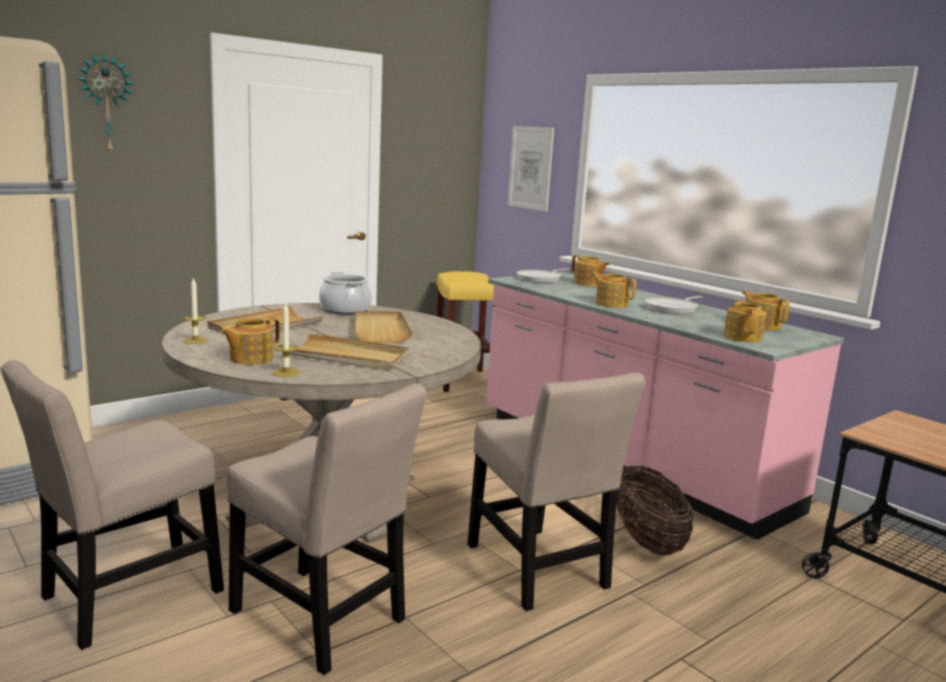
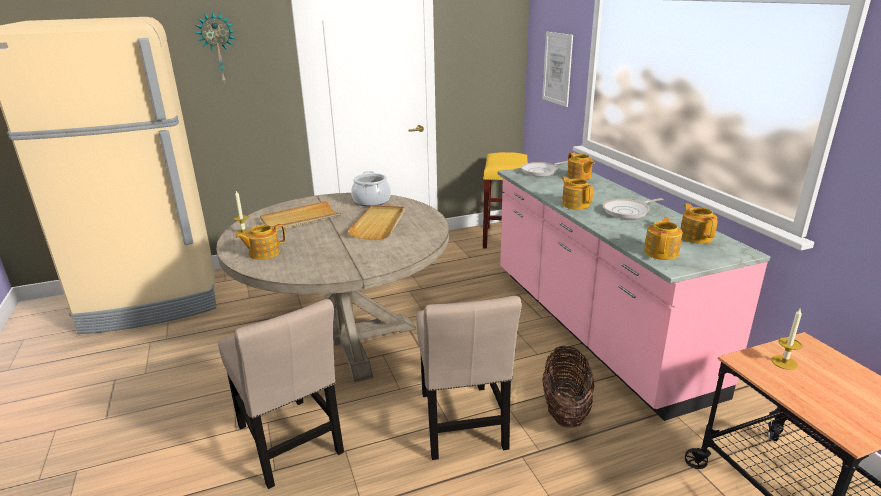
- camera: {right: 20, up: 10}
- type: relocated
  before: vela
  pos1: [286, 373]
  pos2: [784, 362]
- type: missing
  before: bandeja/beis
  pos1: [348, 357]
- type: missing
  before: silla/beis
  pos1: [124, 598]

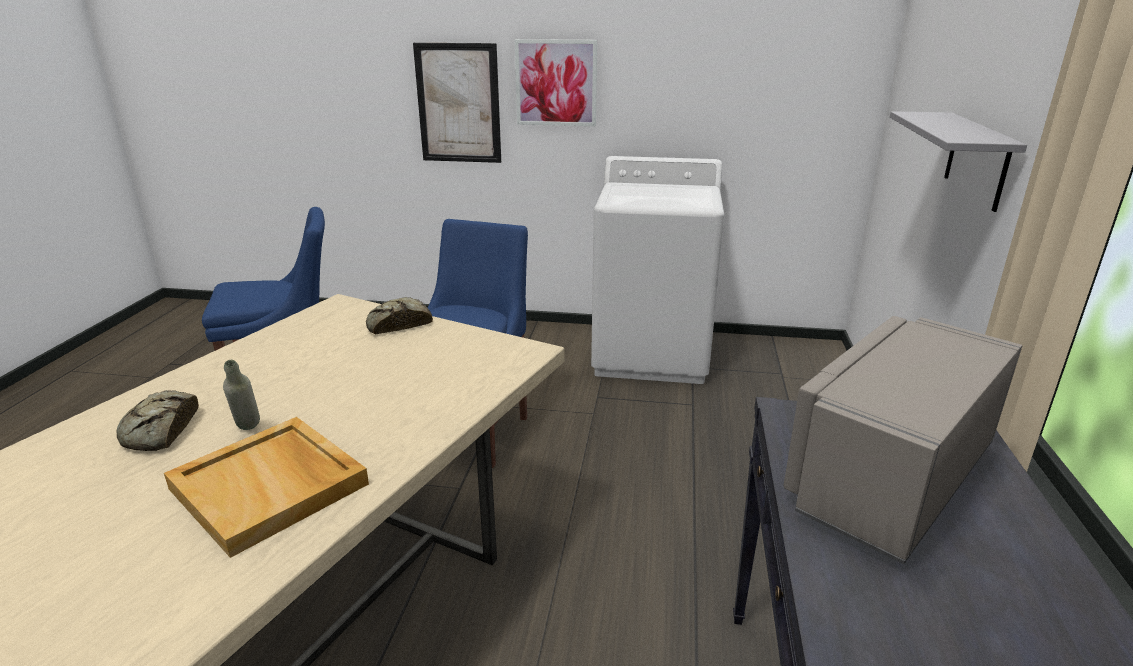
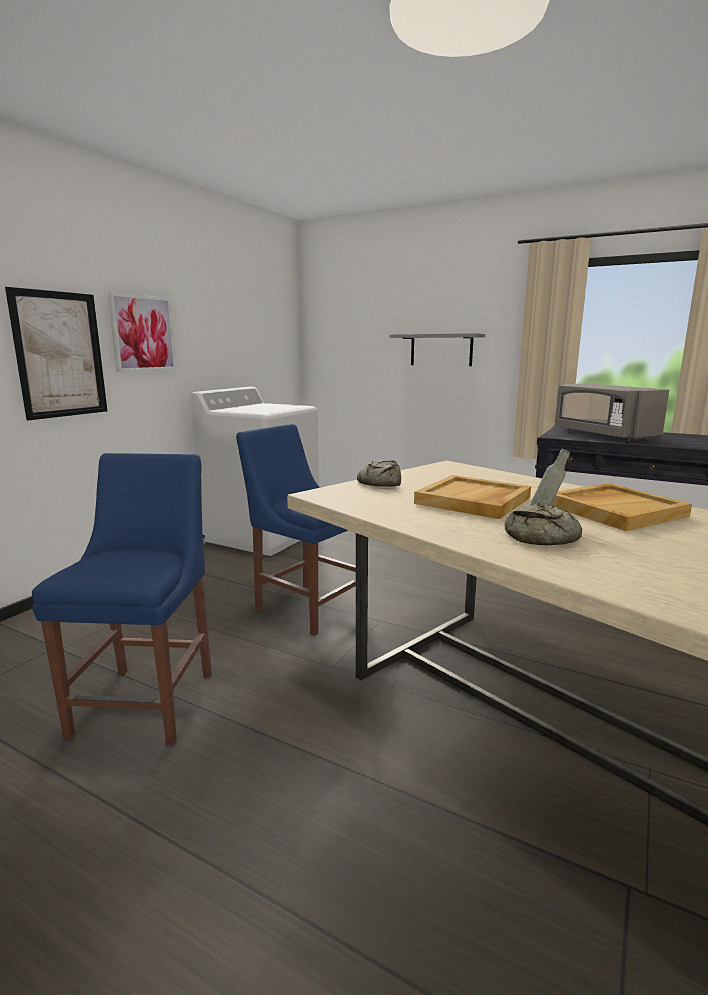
- camera: {right: -70, up: -10}
- type: appeared
  after: bandeja/beis
  pos2: [473, 501]

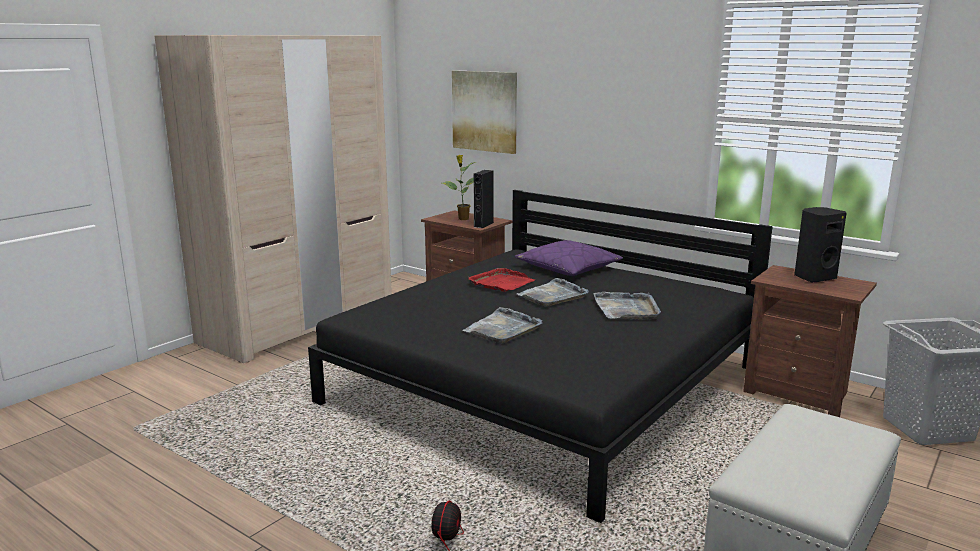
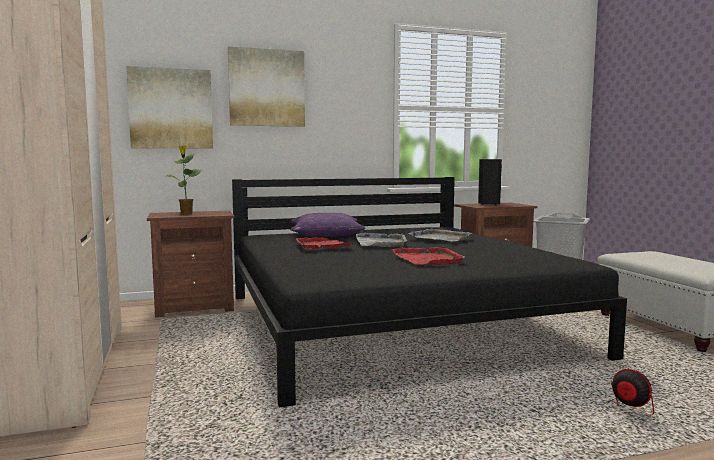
- camera: {right: -55, up: -10}
- type: missing
  before: altavoz/negro
  pos1: [483, 225]
- type: colour
  before: bandeja/gris
  after: bandeja/rojo
  pos1: [503, 329]
  pos2: [428, 259]
- type: appeared
  after: cuadro
  pos2: [266, 88]

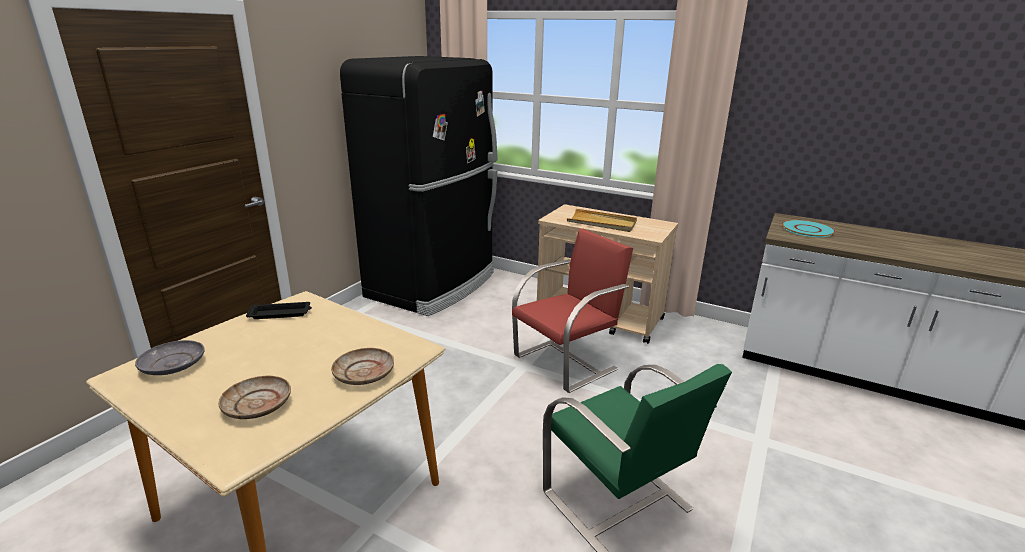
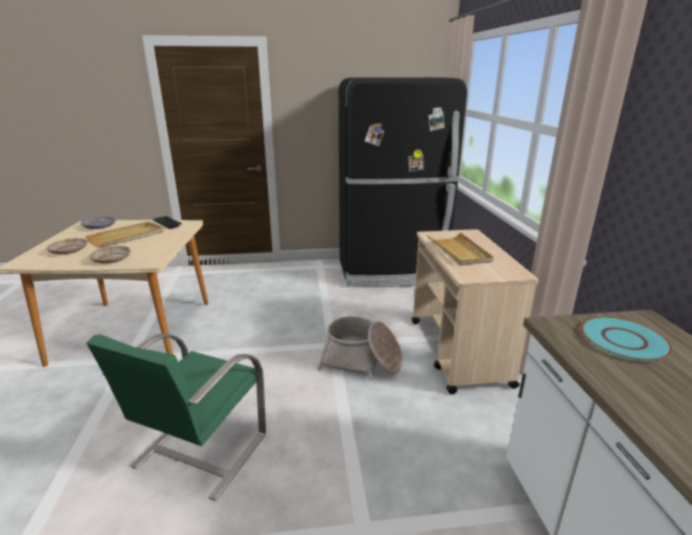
- camera: {right: 55, up: 0}
- type: exchanged
  before: silla/rojo
  after: cesta
  pos1: [567, 362]
  pos2: [361, 361]
- type: appeared
  after: bandeja/beis
  pos2: [127, 237]

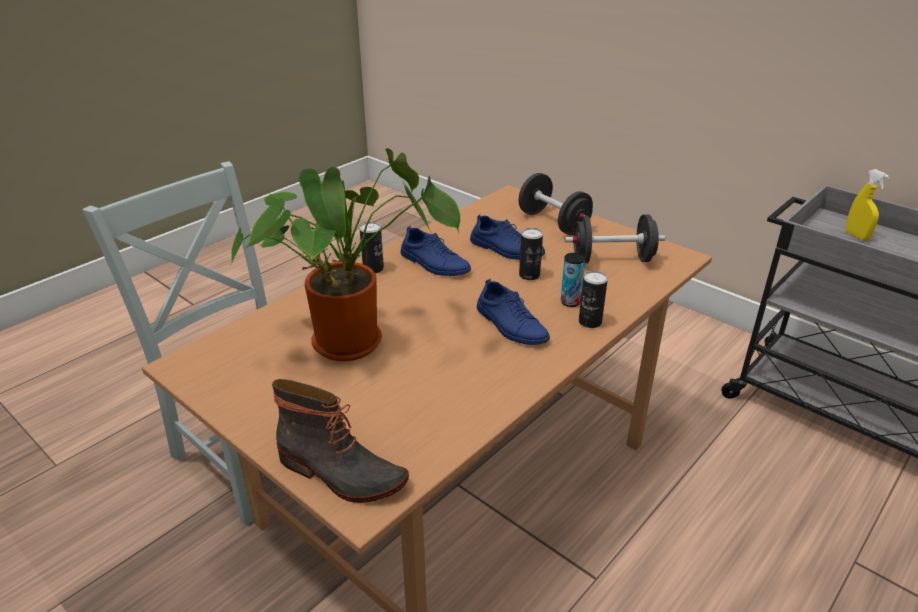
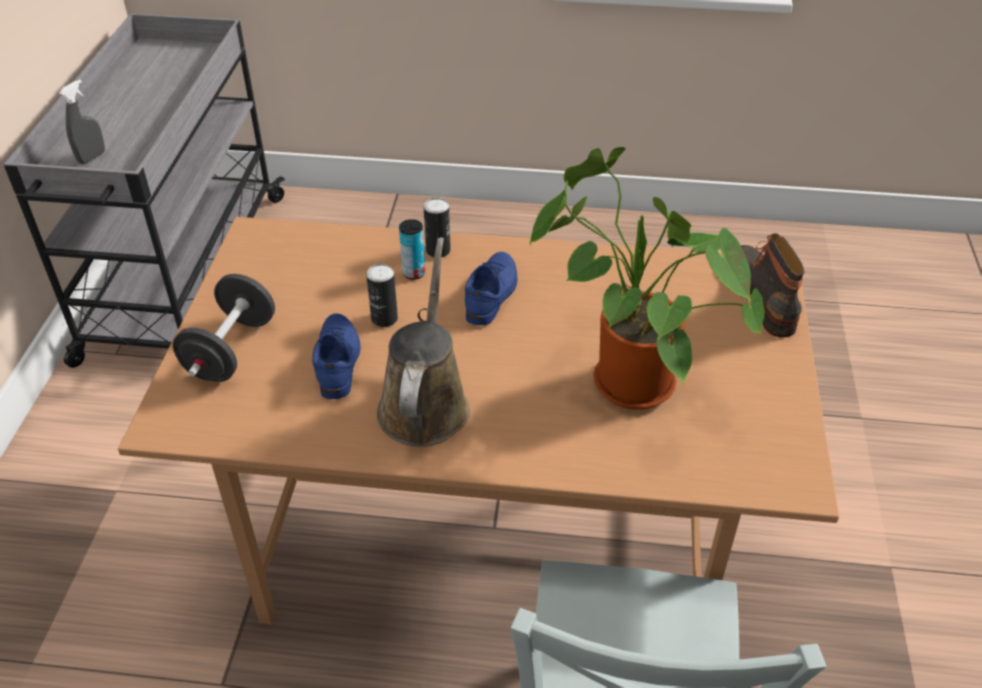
- camera: {right: -125, up: 10}
- type: colour
  before: pulverizador/amarillo
  after: pulverizador/gris
  pos1: [856, 236]
  pos2: [92, 157]
- type: missing
  before: mancuerna/negro
  pos1: [612, 259]
- type: missing
  before: lata
  pos1: [373, 269]
- type: exchanged
  before: zapato/azul
  after: regadera/marrón
  pos1: [434, 264]
  pos2: [425, 403]

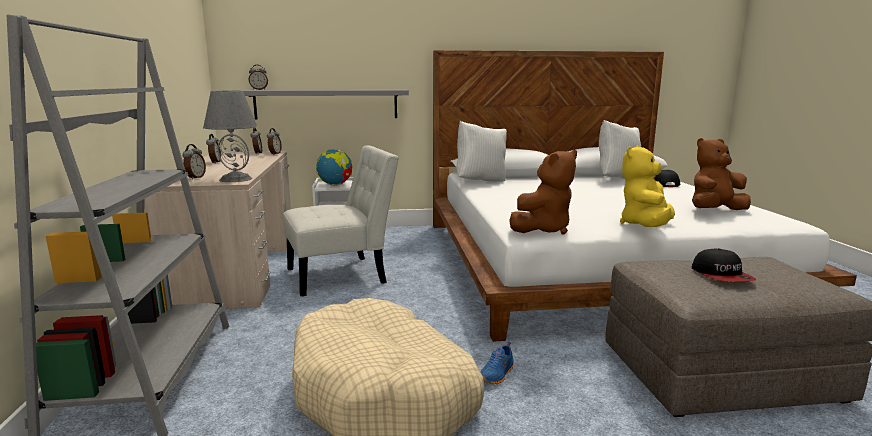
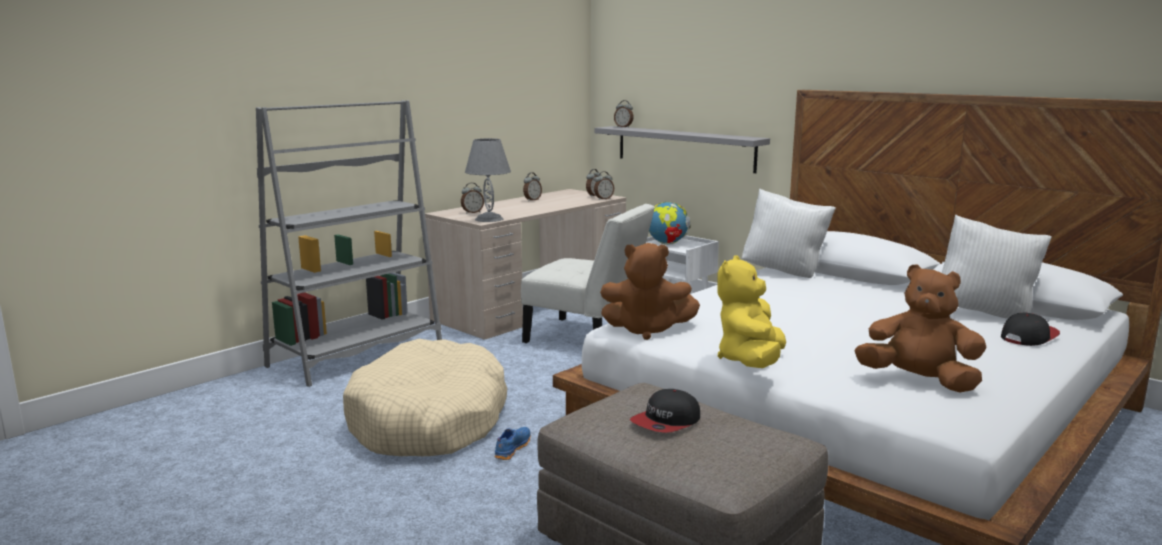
- camera: {right: 50, up: 0}
- type: spun
  before: peluche/amarillo
  pos1: [646, 226]
  pos2: [750, 361]
  turn: -60
- type: spun
  before: zapato/azul
  pos1: [497, 375]
  pos2: [511, 449]
  turn: 120

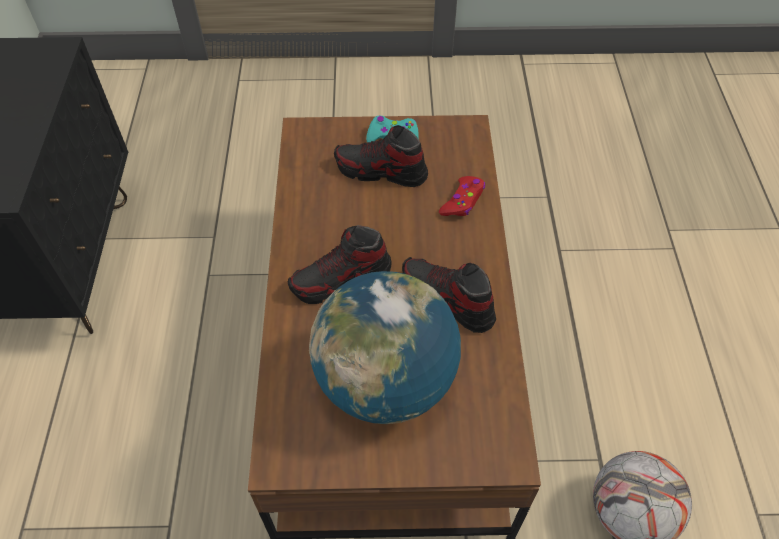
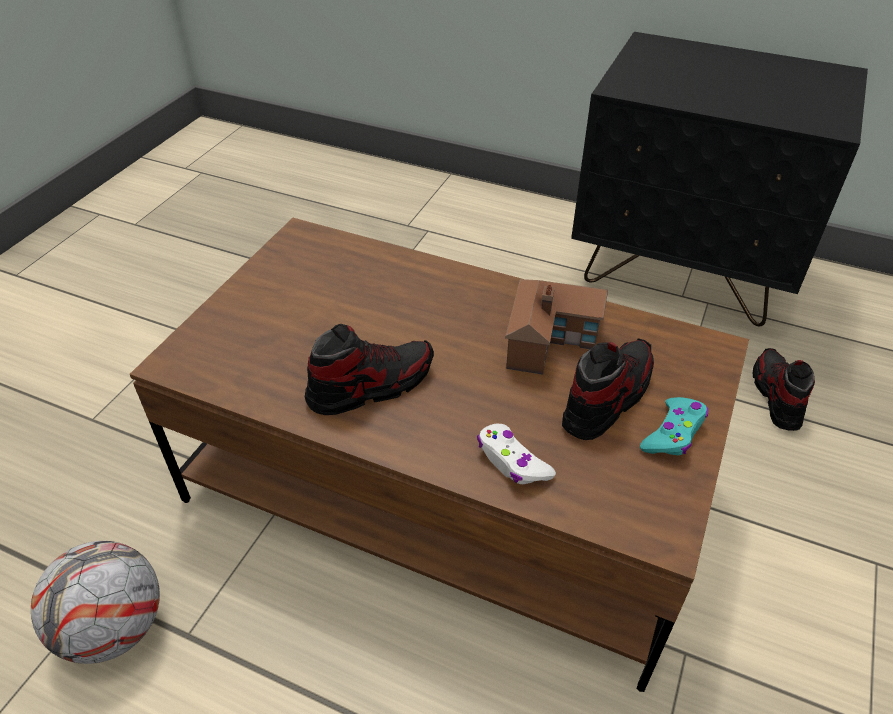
- camera: {right: 115, up: -10}
- type: colour
  before: mando de consola/rojo
  after: mando de consola/blanco
  pos1: [462, 201]
  pos2: [512, 461]
- type: relocated
  before: zapato
  pos1: [341, 279]
  pos2: [776, 396]
- type: missing
  before: globo terráqueo
  pos1: [385, 382]
- type: appeared
  after: casita
  pos2: [553, 336]

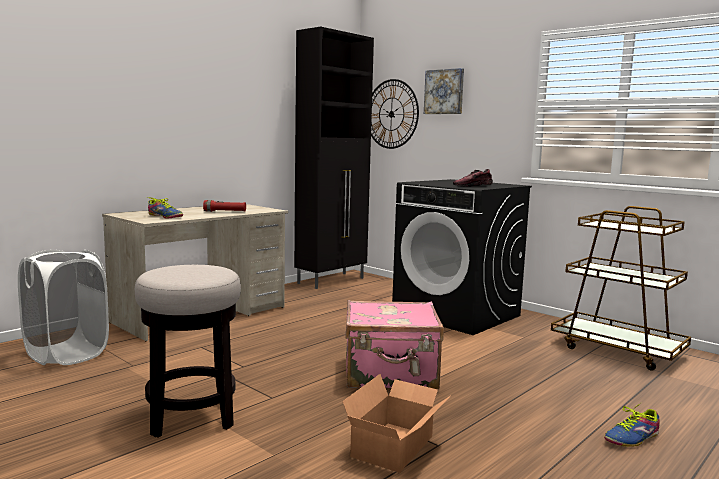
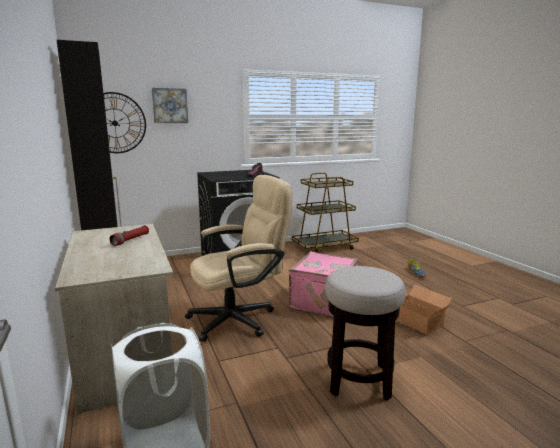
- camera: {right: -65, up: 5}
- type: missing
  before: zapato
  pos1: [165, 216]
- type: appeared
  after: silla de oficina/beis
  pos2: [240, 318]

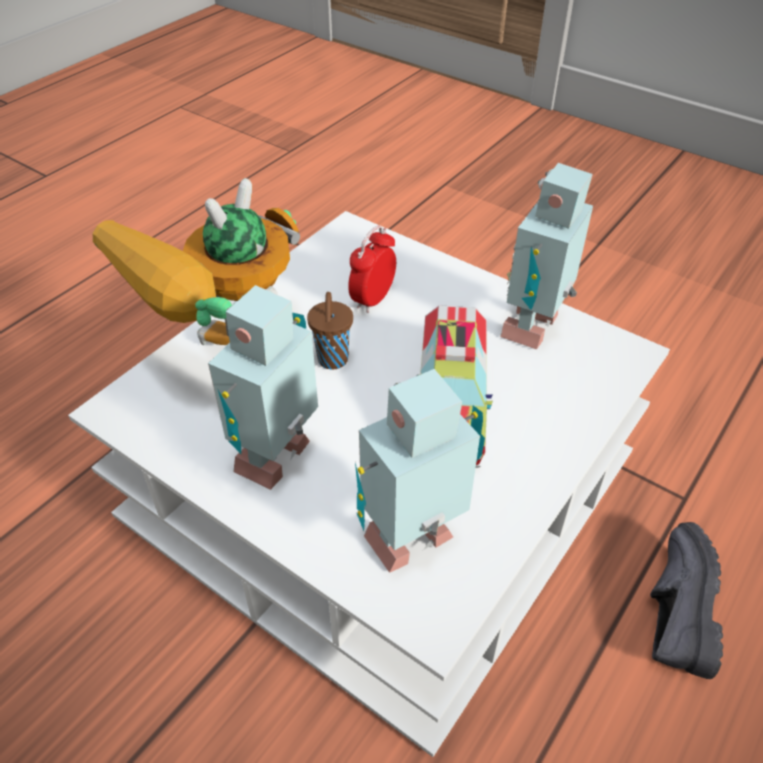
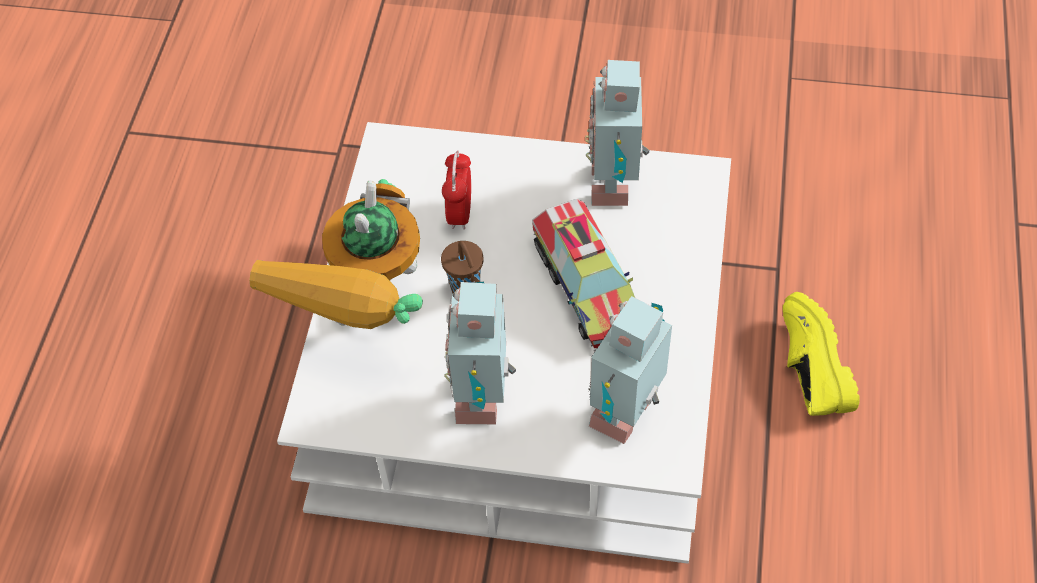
- camera: {right: -25, up: 10}
- type: colour
  before: zapato/negro
  after: zapato/amarillo
  pos1: [670, 609]
  pos2: [804, 370]

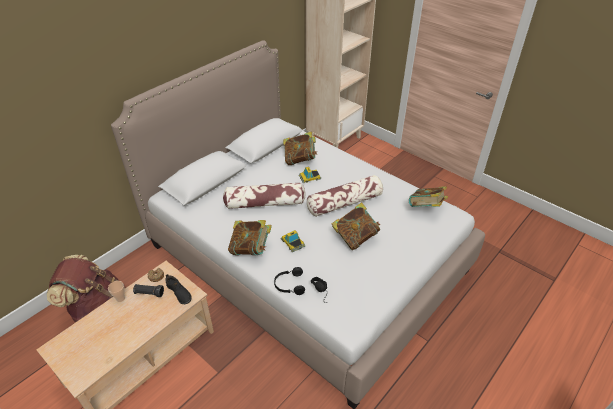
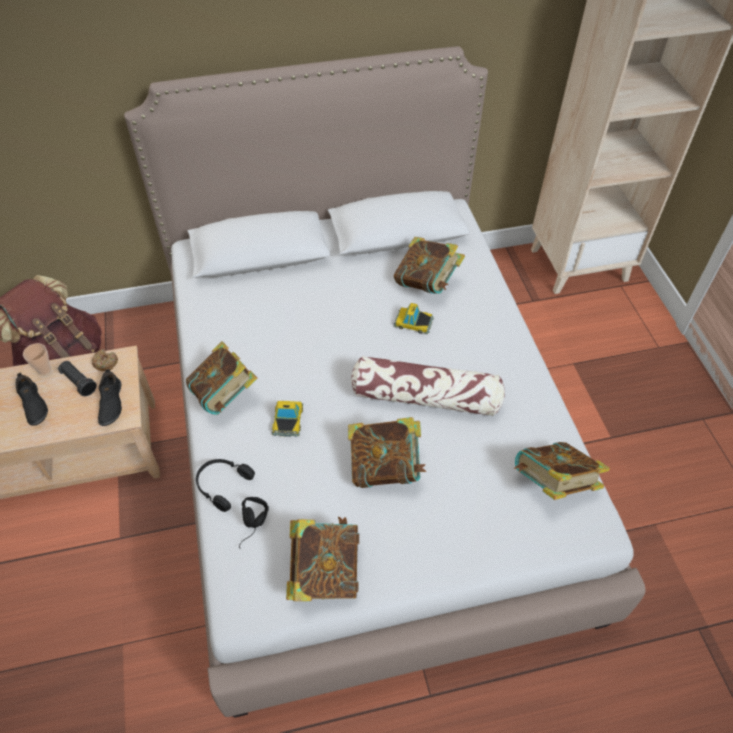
- camera: {right: 35, up: 10}
- type: missing
  before: cojín
  pos1: [264, 203]
- type: appeared
  after: zapato/negro
  pos2: [33, 405]
- type: appeared
  after: libro
  pos2: [324, 572]

